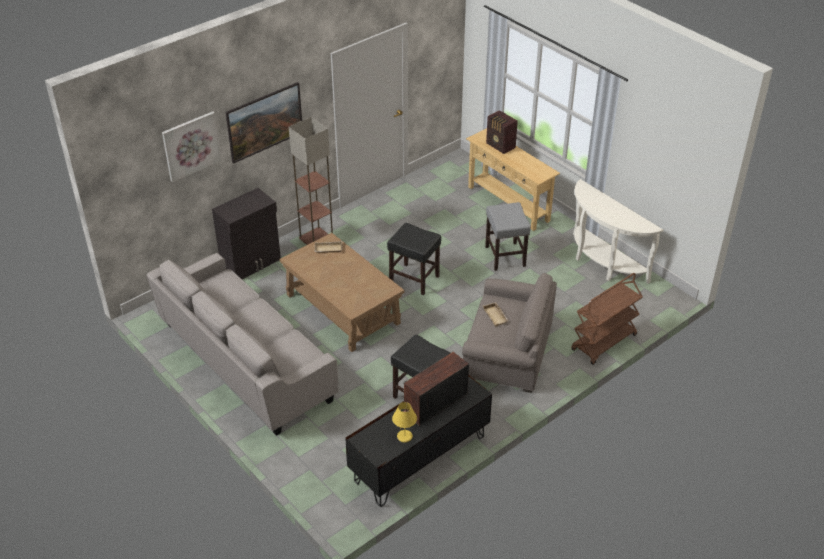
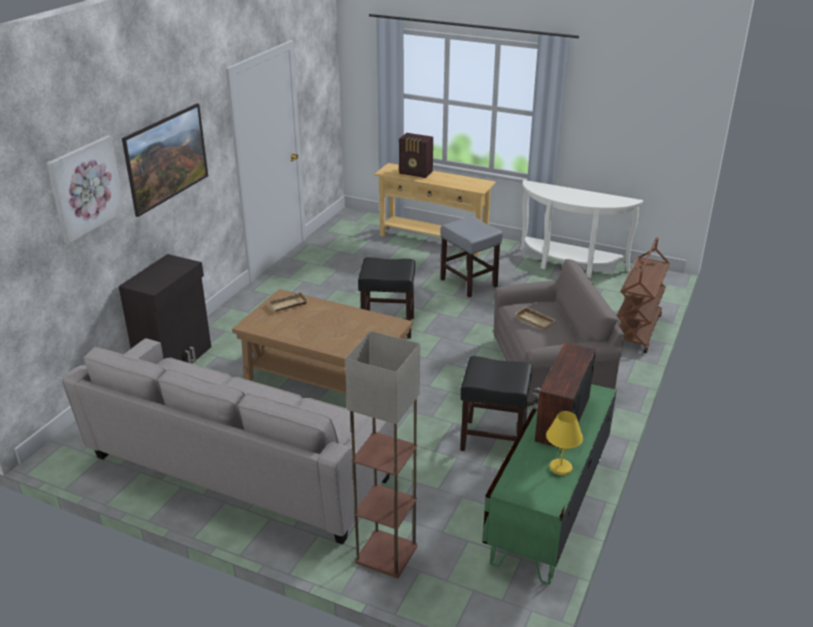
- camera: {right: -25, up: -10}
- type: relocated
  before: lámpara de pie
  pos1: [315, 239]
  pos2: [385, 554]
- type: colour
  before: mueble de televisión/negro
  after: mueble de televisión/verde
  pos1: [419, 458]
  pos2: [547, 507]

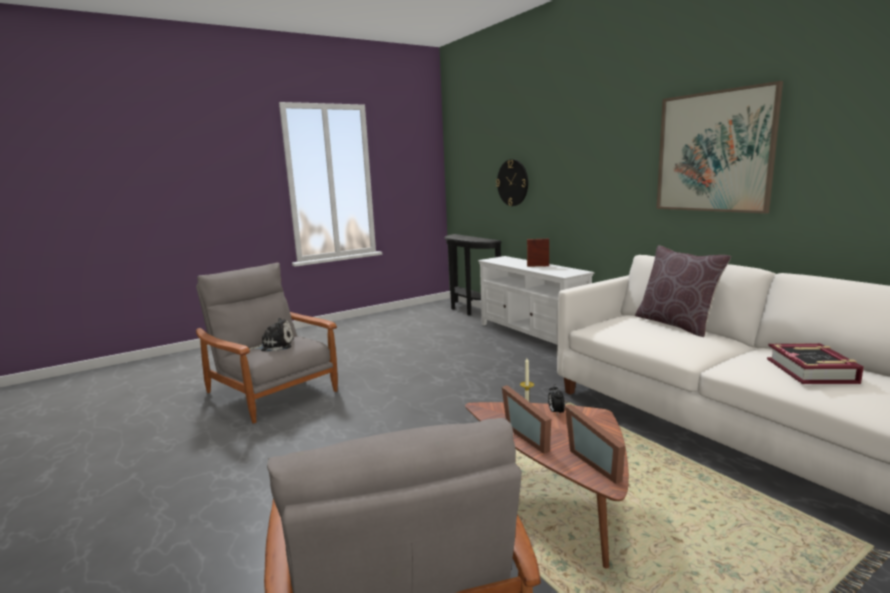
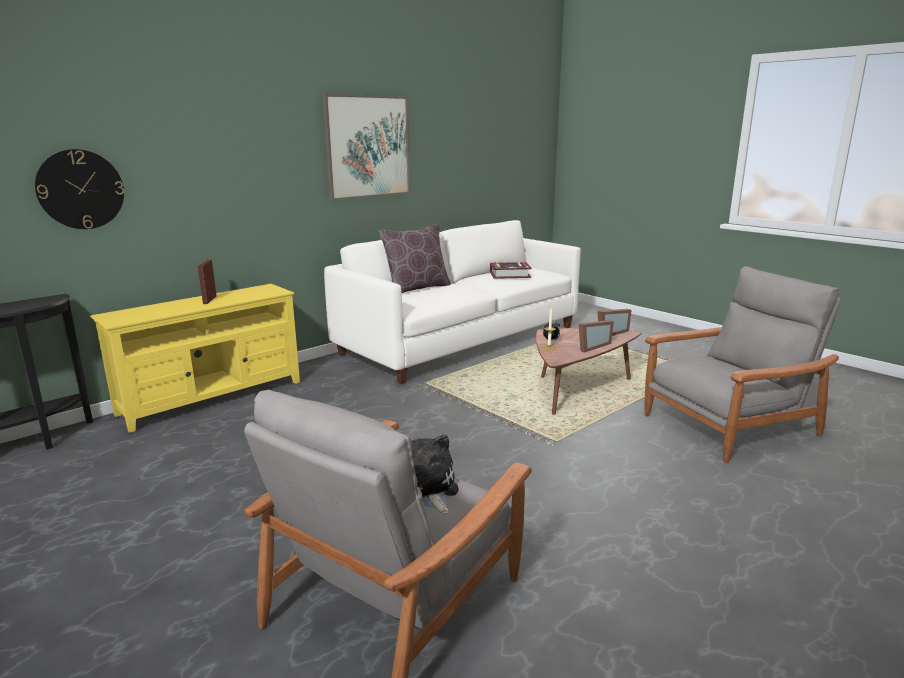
- camera: {right: -100, up: 5}
- type: colour
  before: mueble de televisión/blanco
  after: mueble de televisión/amarillo
  pos1: [532, 335]
  pos2: [212, 398]

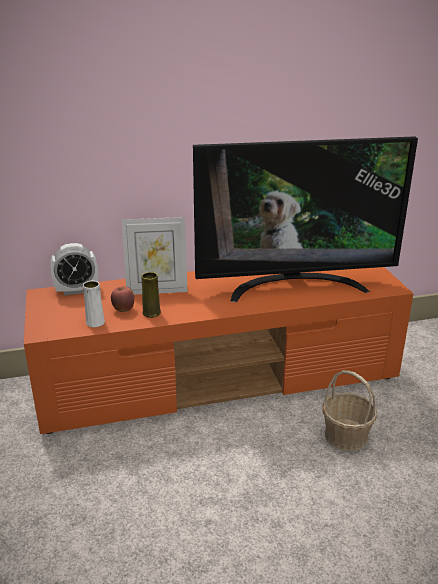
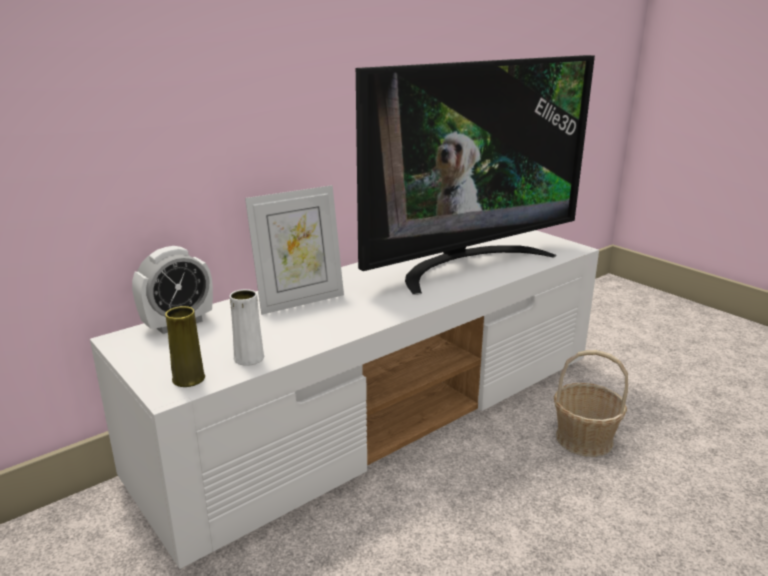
- camera: {right: -25, up: -5}
- type: colour
  before: mueble de televisión/naranja
  after: mueble de televisión/blanco
  pos1: [220, 379]
  pos2: [385, 414]
- type: relocated
  before: florero/amarillo
  pos1: [151, 313]
  pos2: [189, 379]
- type: missing
  before: manzana
  pos1: [123, 310]

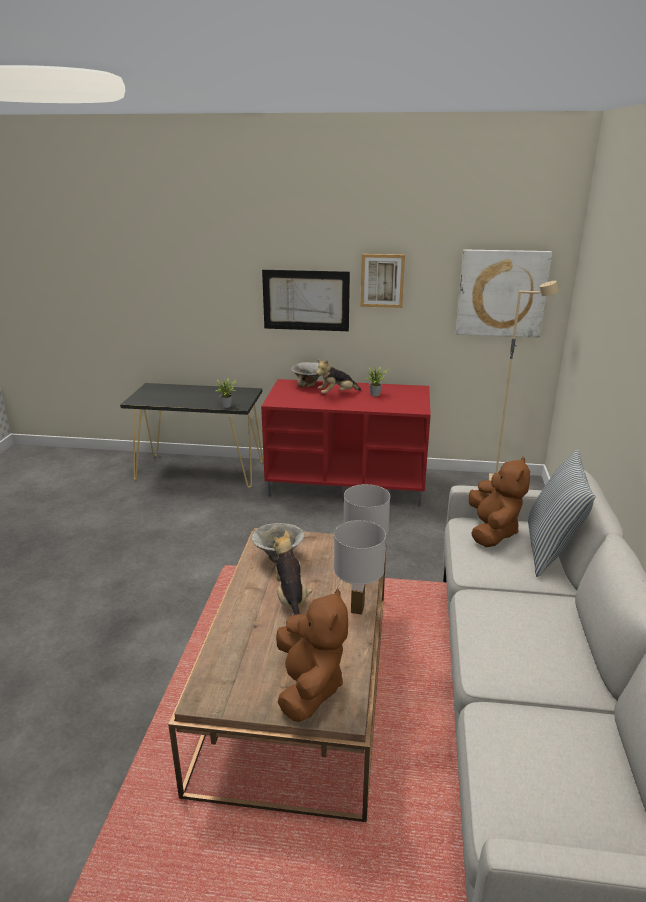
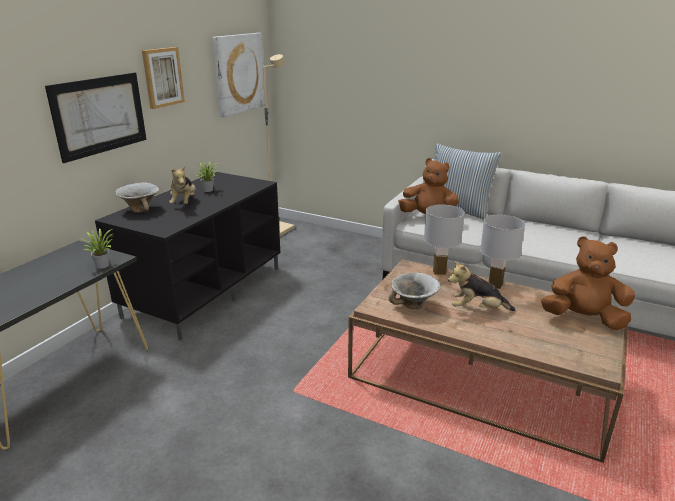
- camera: {right: -70, up: 0}
- type: colour
  before: mueble de televisión/rojo
  after: mueble de televisión/negro
  pos1: [348, 483]
  pos2: [205, 290]

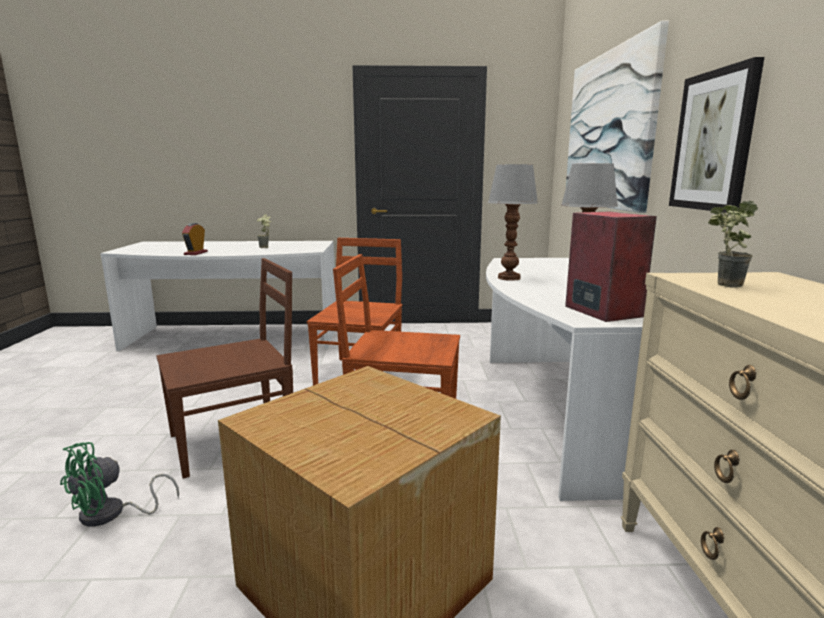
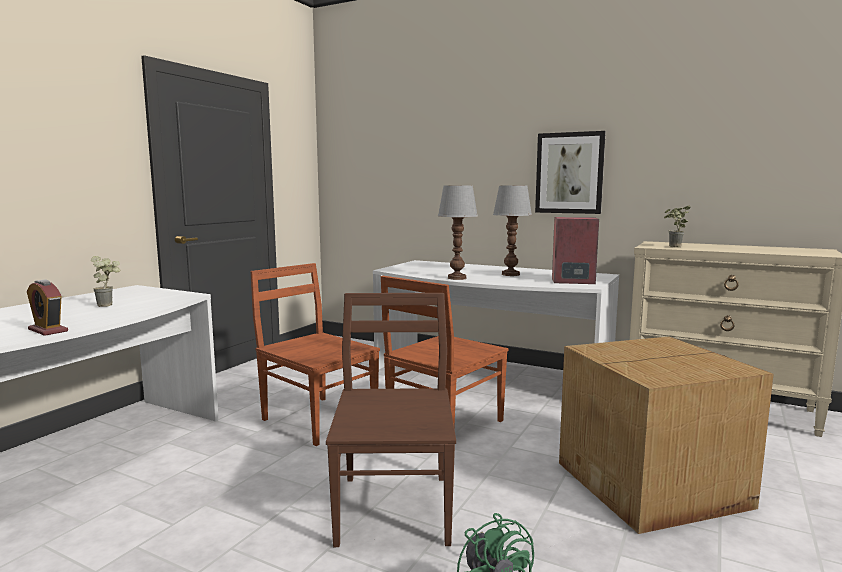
- camera: {right: -60, up: -5}
- type: missing
  before: cuadro
  pos1: [608, 130]

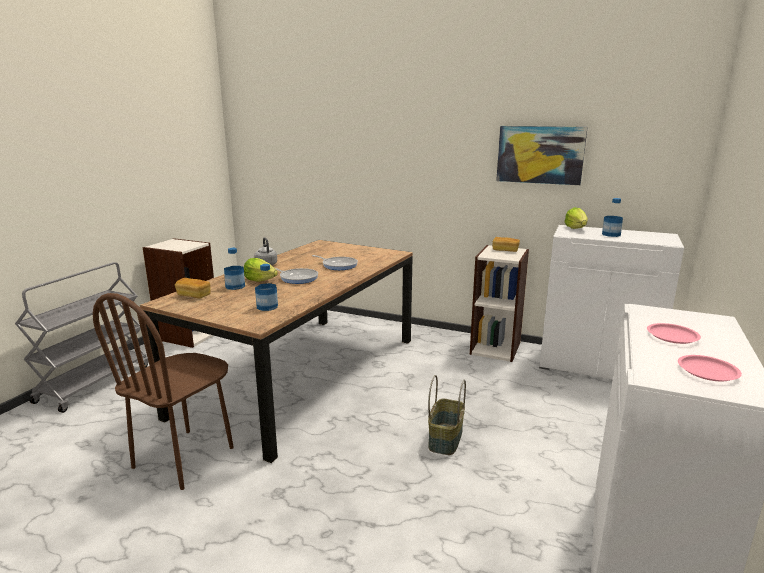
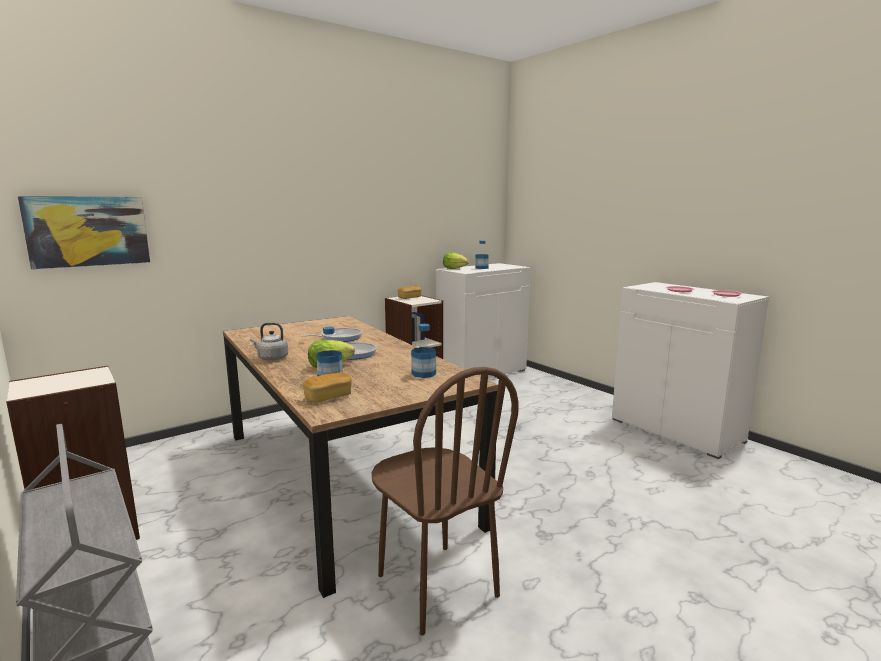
- camera: {right: -60, up: -5}
- type: relocated
  before: cuadro
  pos1: [540, 154]
  pos2: [88, 231]
- type: missing
  before: cesta
  pos1: [445, 438]

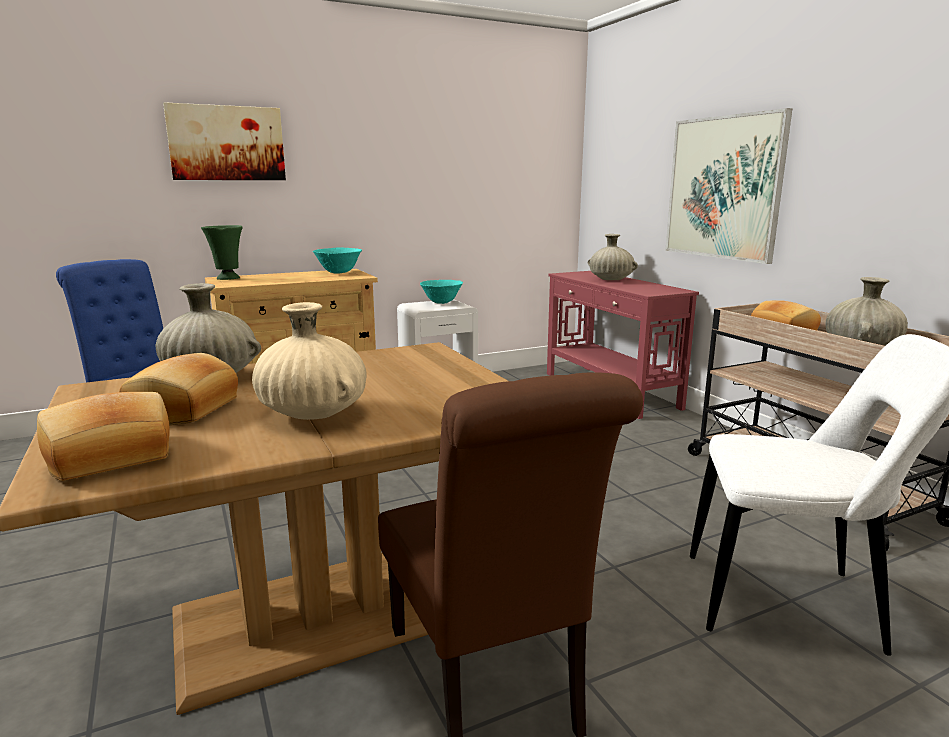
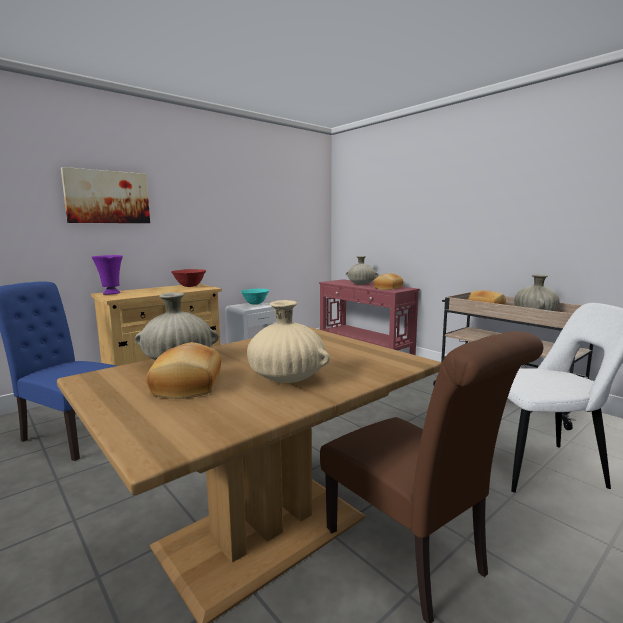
- camera: {right: -15, up: -5}
- type: missing
  before: cuadro
  pos1: [723, 188]
- type: colour
  before: florero/verde
  after: florero/morado
  pos1: [227, 278]
  pos2: [111, 293]
- type: colour
  before: cuenco/turquesa
  after: cuenco/rojo
  pos1: [339, 273]
  pos2: [190, 286]
- type: relocated
  before: pan
  pos1: [111, 458]
  pos2: [388, 288]

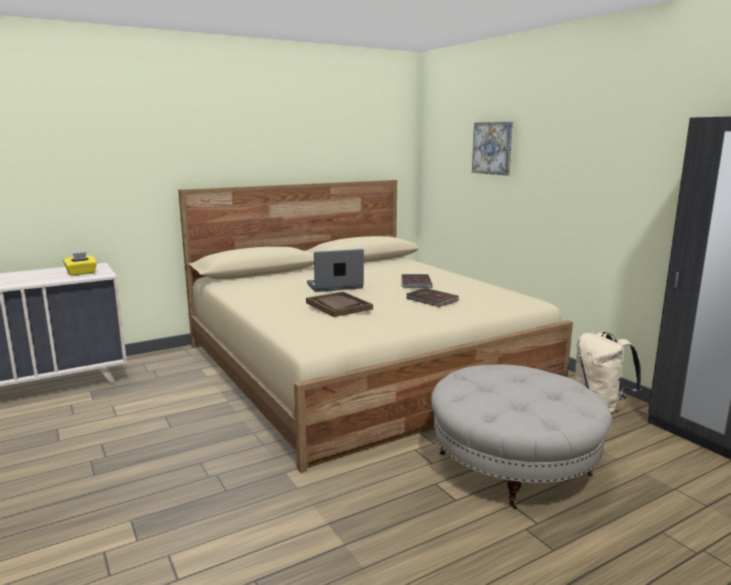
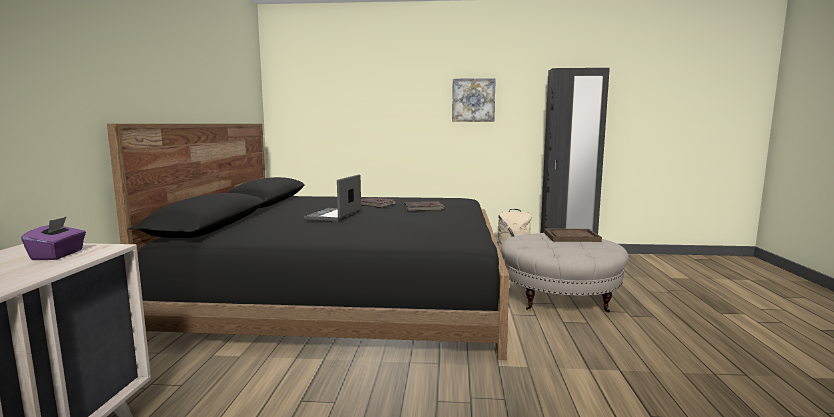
- camera: {right: -55, up: -5}
- type: relocated
  before: cuadro
  pos1: [493, 148]
  pos2: [473, 100]
- type: colour
  before: cama/beis
  after: cama/negro
  pos1: [361, 365]
  pos2: [350, 291]
- type: colour
  before: caja de pañuelos/amarillo
  after: caja de pañuelos/morado
  pos1: [81, 273]
  pos2: [58, 255]
- type: relocated
  before: bandeja/marrón
  pos1: [338, 306]
  pos2: [571, 237]

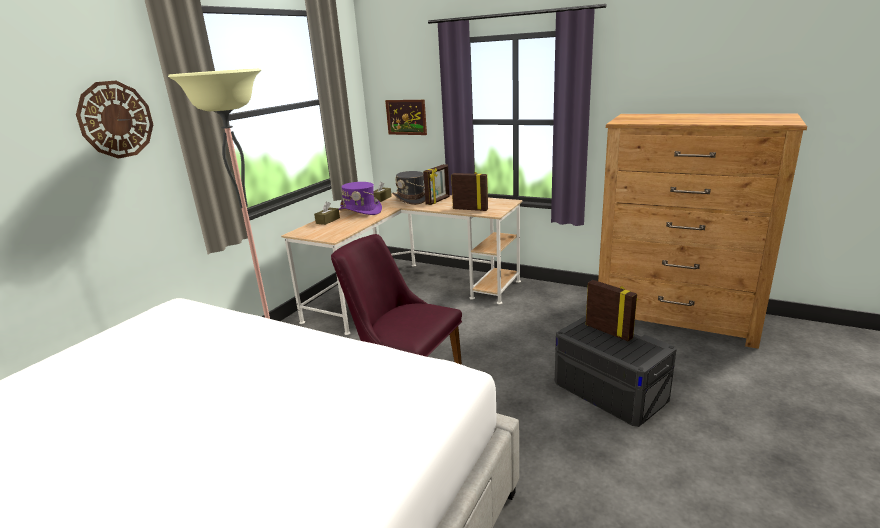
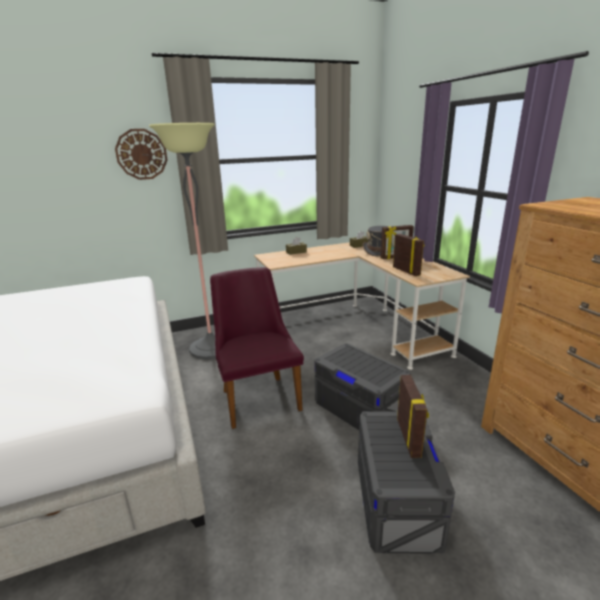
- camera: {right: 40, up: 0}
- type: missing
  before: cuadro
  pos1: [406, 117]
- type: missing
  before: sombrero/morado
  pos1: [360, 211]
- type: appeared
  after: caja de almacenaje/gris
  pos2: [359, 408]

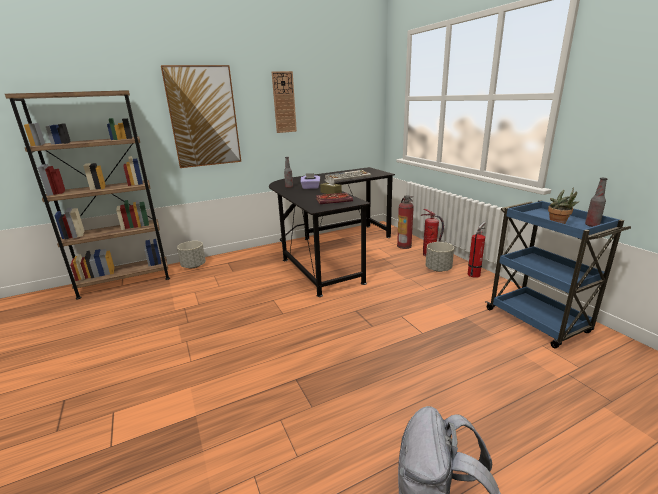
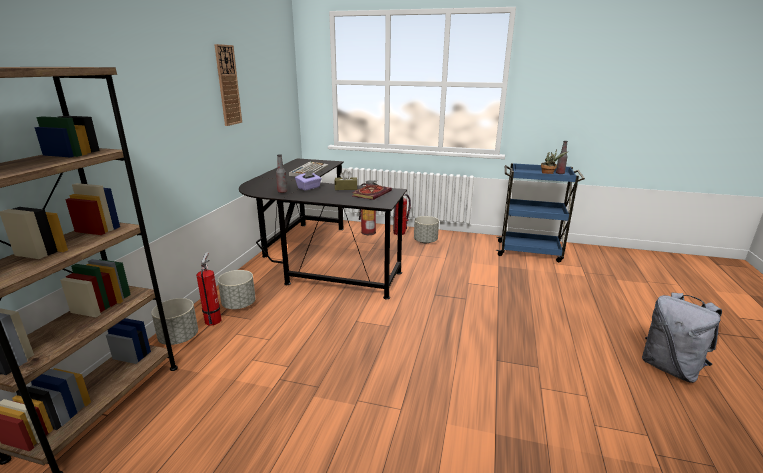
- camera: {right: -50, up: 0}
- type: missing
  before: cuadro
  pos1: [203, 117]
- type: relocated
  before: extintor
  pos1: [474, 274]
  pos2: [213, 319]
- type: appeared
  after: maceta/gris
  pos2: [239, 304]

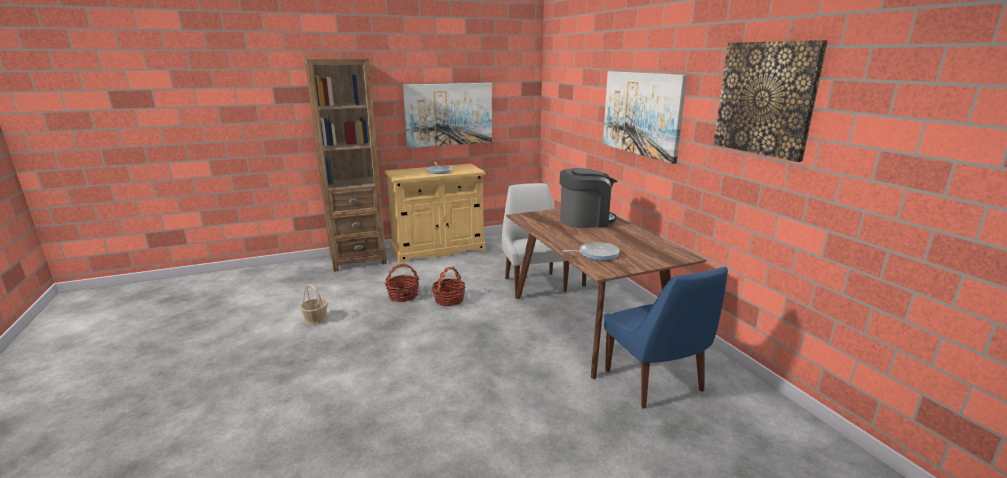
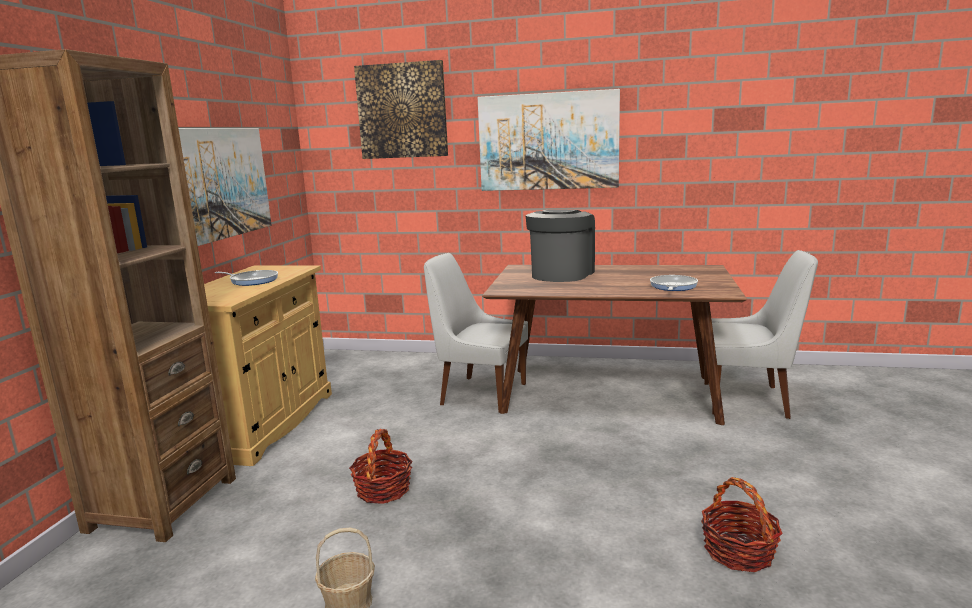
- camera: {right: -55, up: -5}
- type: relocated
  before: cuadro
  pos1: [765, 98]
  pos2: [402, 111]
- type: relocated
  before: cesta
  pos1: [449, 300]
  pos2: [738, 552]
- type: colour
  before: silla/azul
  after: silla/blanco
  pos1: [655, 383]
  pos2: [749, 400]

